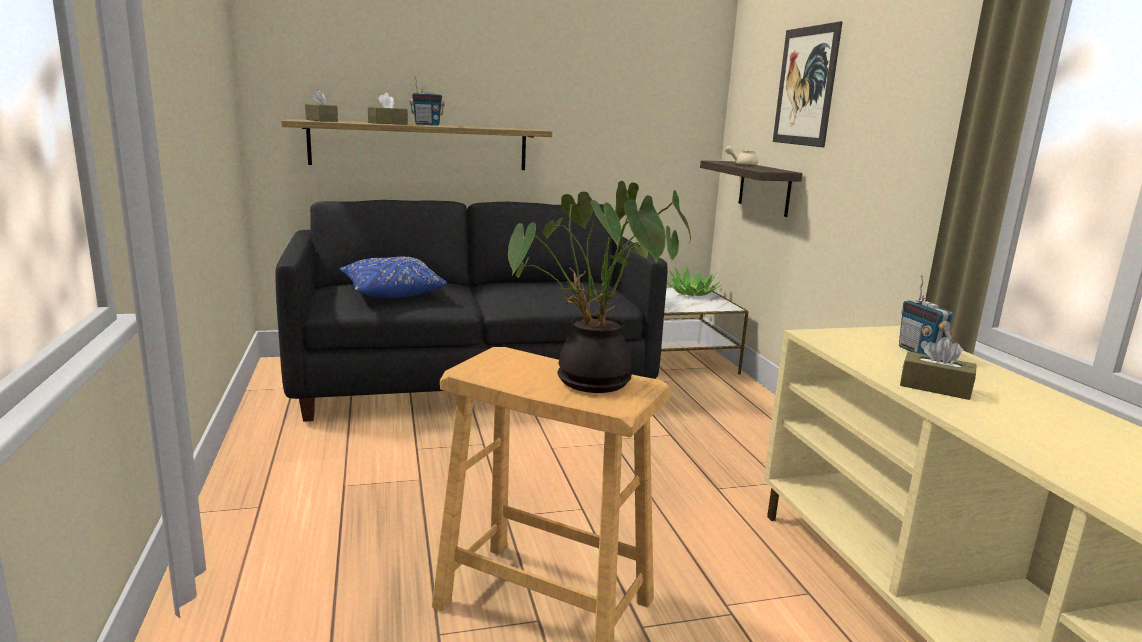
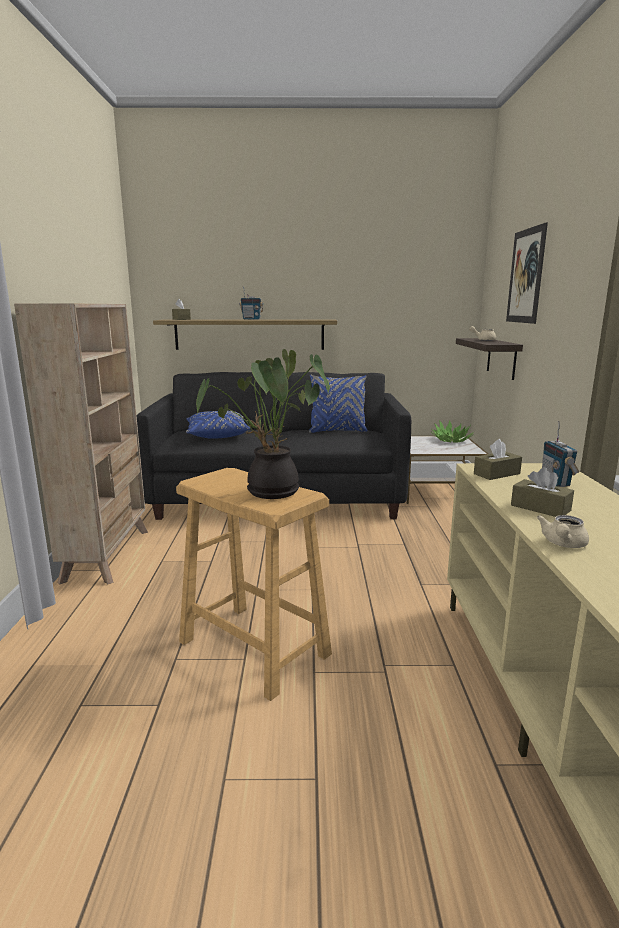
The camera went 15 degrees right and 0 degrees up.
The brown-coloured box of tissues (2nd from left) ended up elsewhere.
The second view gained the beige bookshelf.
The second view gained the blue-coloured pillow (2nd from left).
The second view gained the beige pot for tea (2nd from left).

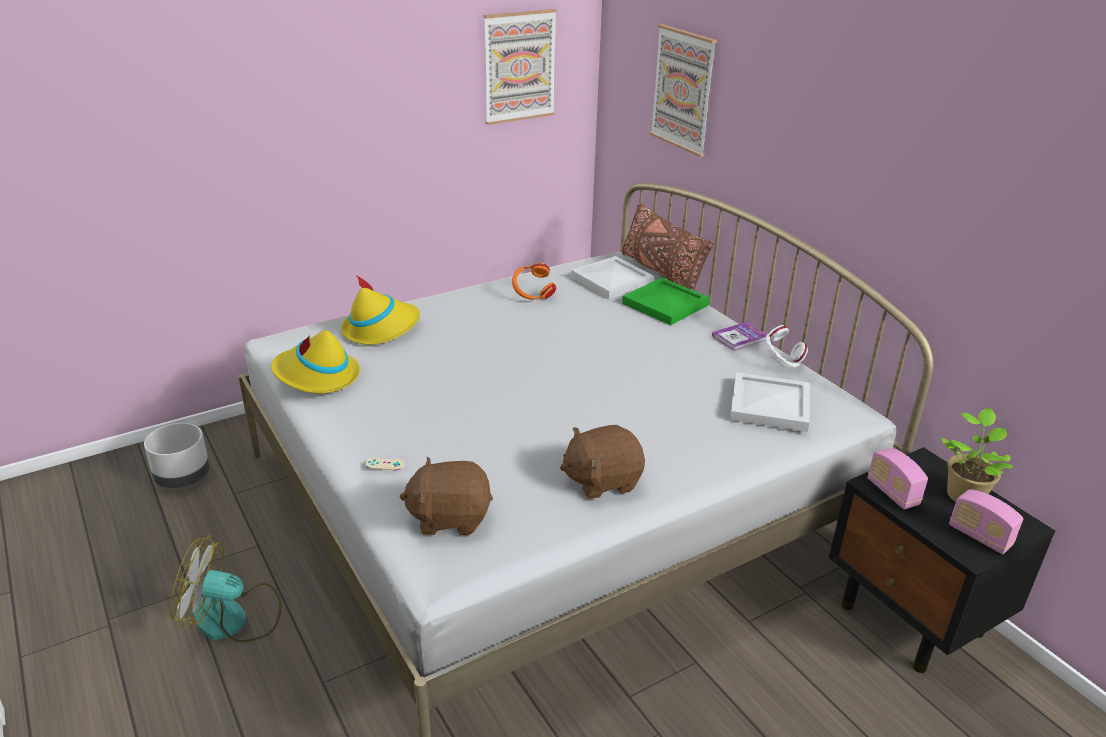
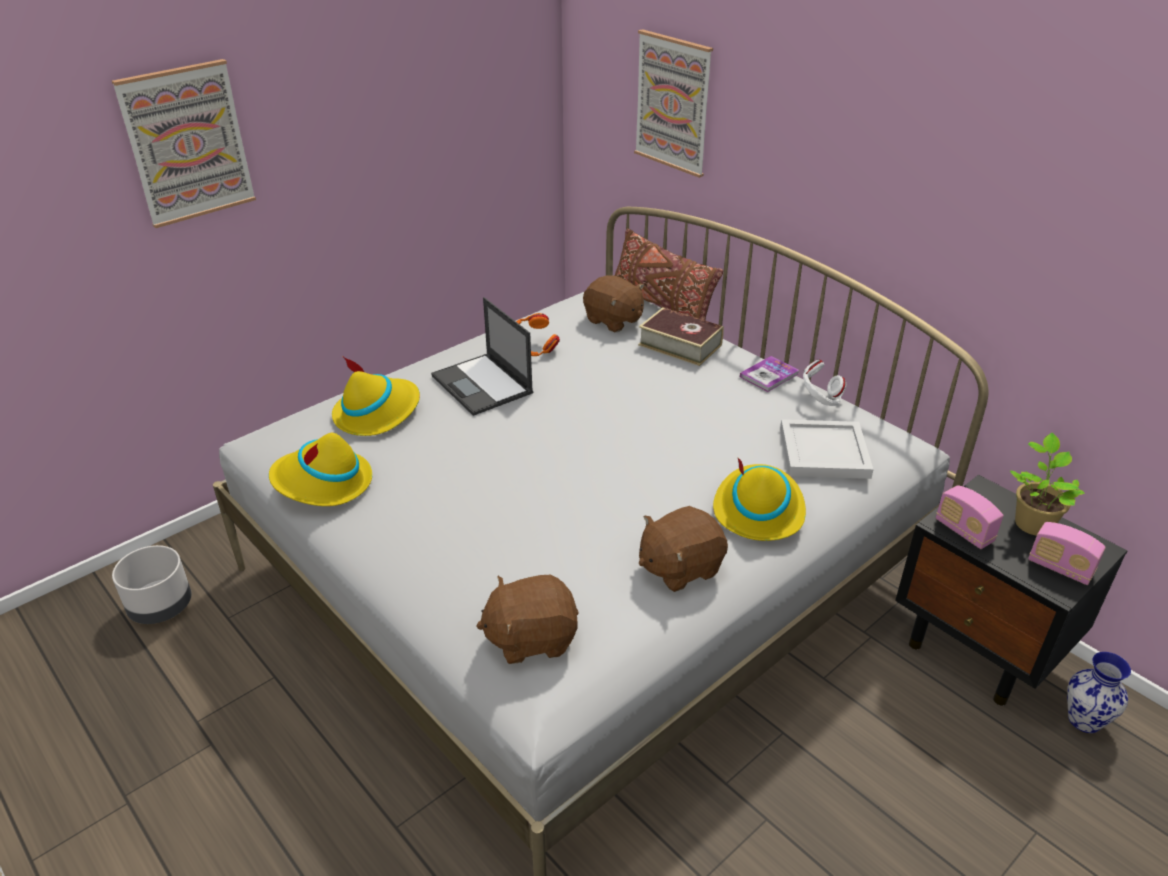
The camera went 10 degrees left and 5 degrees up.
The picture (1st from left) ended up elsewhere.
Where the white-coloured tray (1st from left) stood, the brown-coloured plush toy (2nd from left) came to stand.
Where the green tray stood, the bound book (1st from left) came to stand.
The second view lost the beige joypad.
The second view lost the cooling fan.
The second view gained the notebook computer.
The second view gained the yellow clothing hat (3rd from left).
The second view gained the decorative vase.

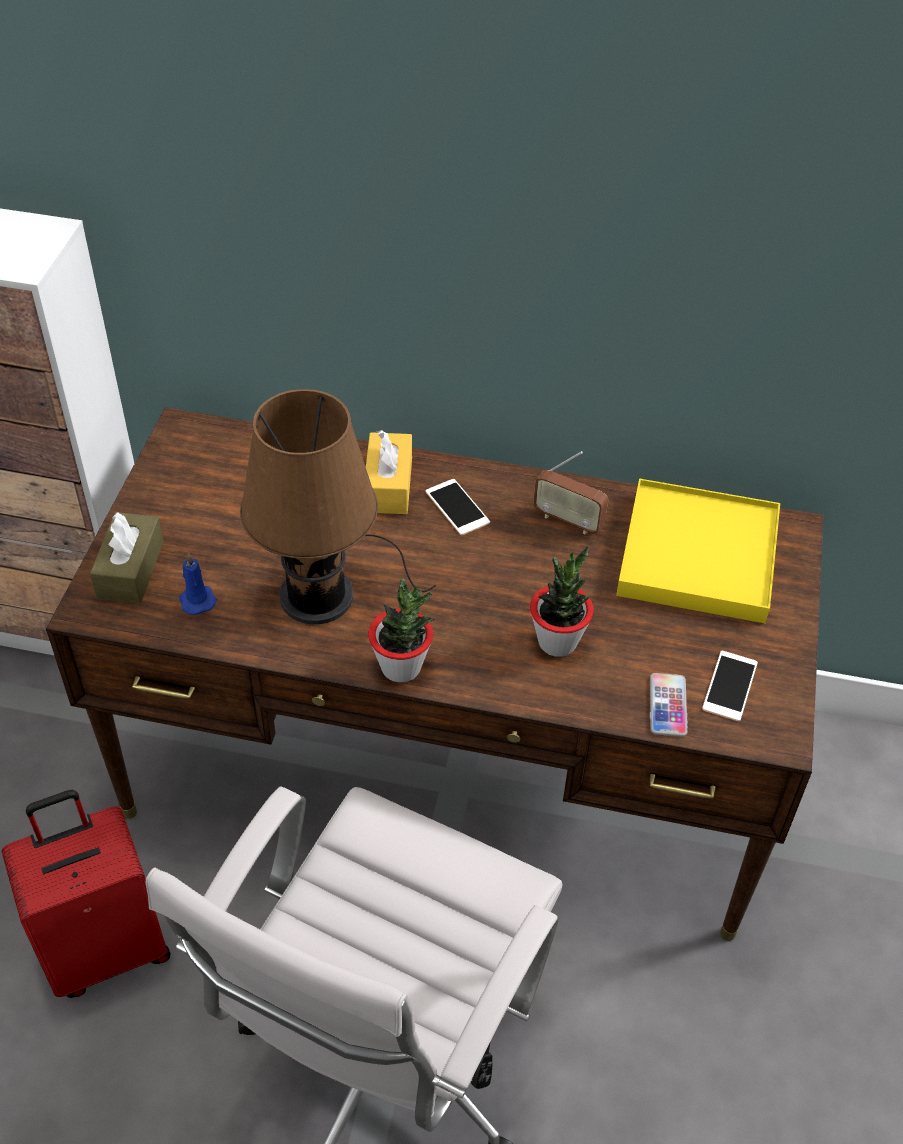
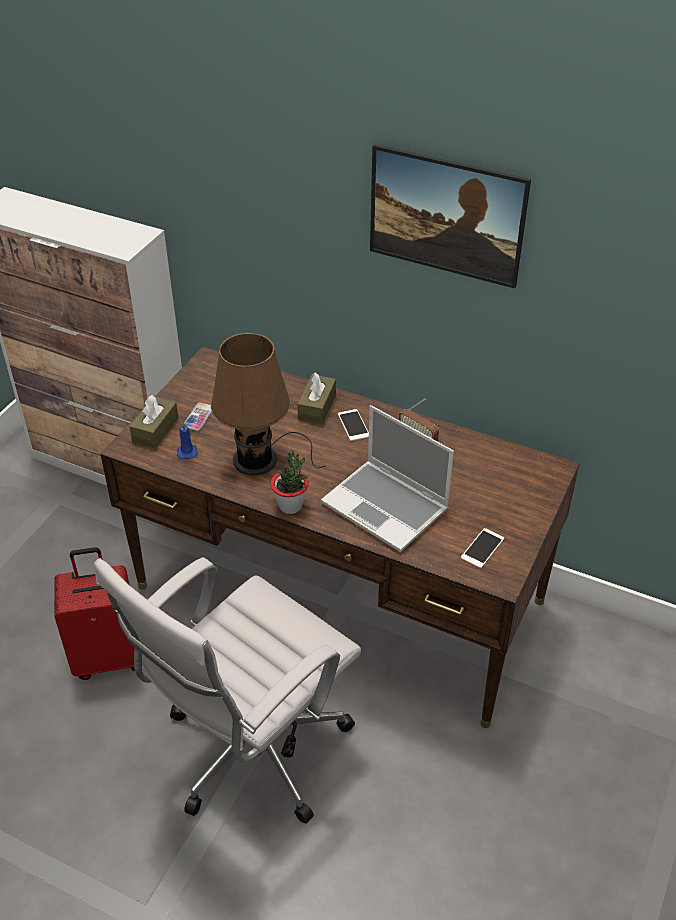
The camera went 15 degrees right and 5 degrees down.
What was the yellow box of tissues turned into the brown-coloured box of tissues (2nd from left).
The second view lost the yellow tray.
Where the houseplant (2nd from left) stood, the notebook computer came to stand.
The handset (2nd from left in the first image) ended up elsewhere.
The second view gained the picture.

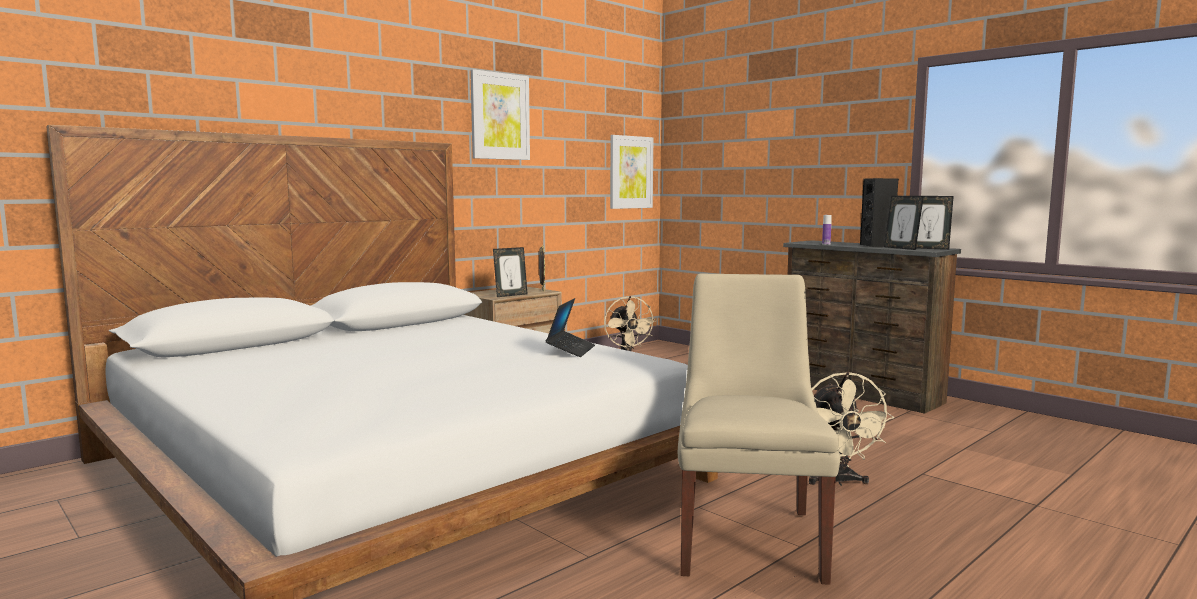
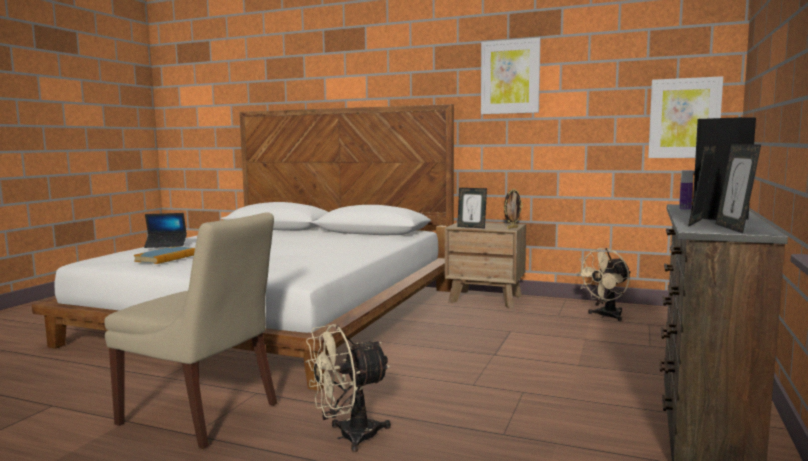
The camera went 65 degrees right and 0 degrees up.
The beige chair ended up facing another way, 45 degrees clockwise from before.
The notebook computer ended up elsewhere.
The second view gained the bound book.

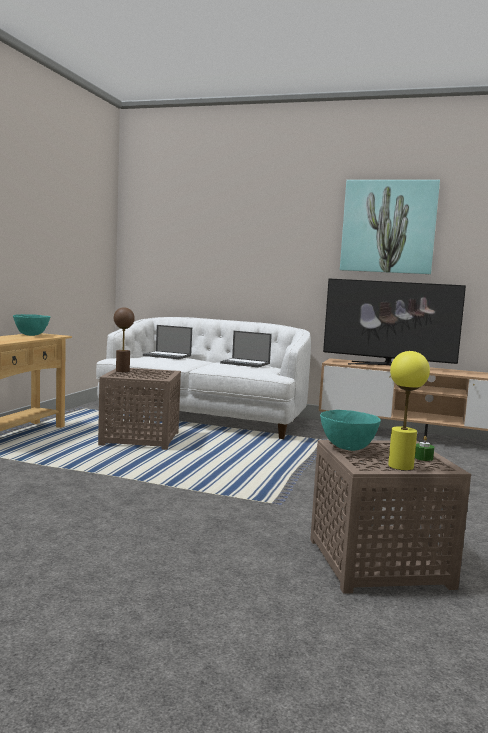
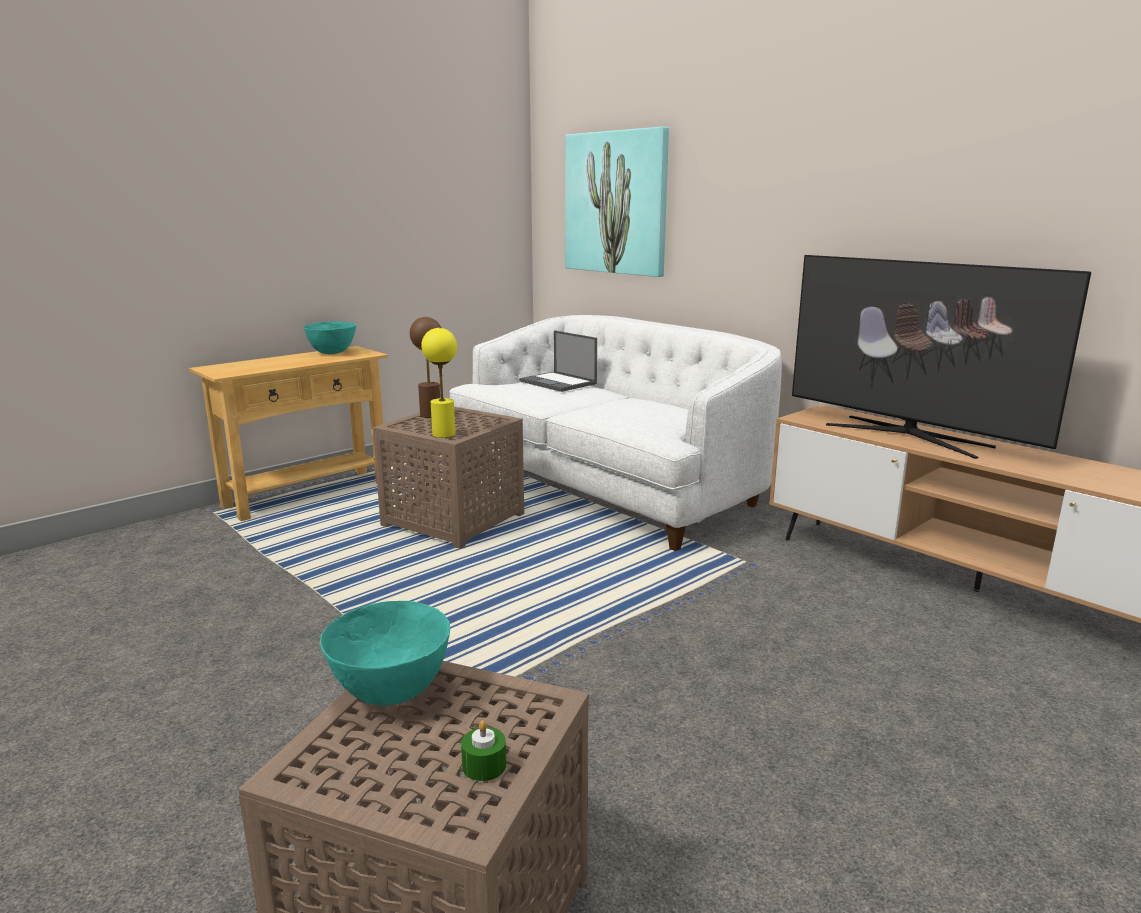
The camera went 30 degrees right and 10 degrees up.
The picture ended up elsewhere.
The second view lost the notebook computer (2nd from left).
The yellow table lamp ended up elsewhere.

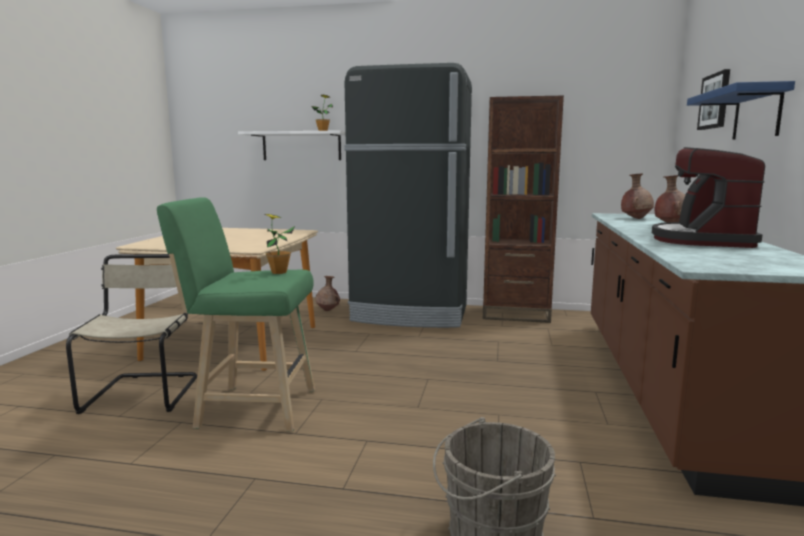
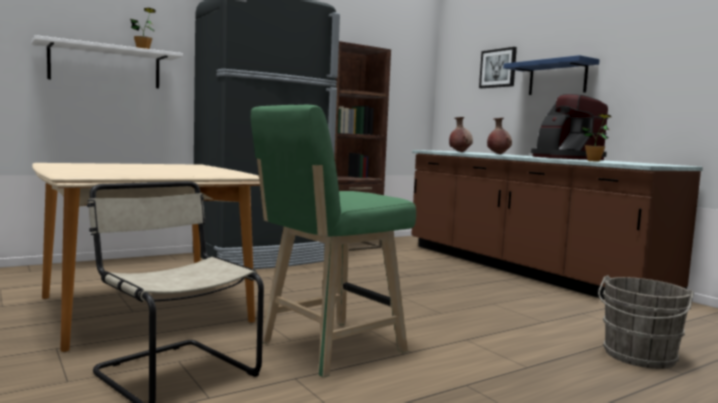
The camera went 45 degrees left and 5 degrees down.
The houseplant (1st from left in the first image) ended up elsewhere.
The second view lost the brown-coloured decorative vase (1st from left).

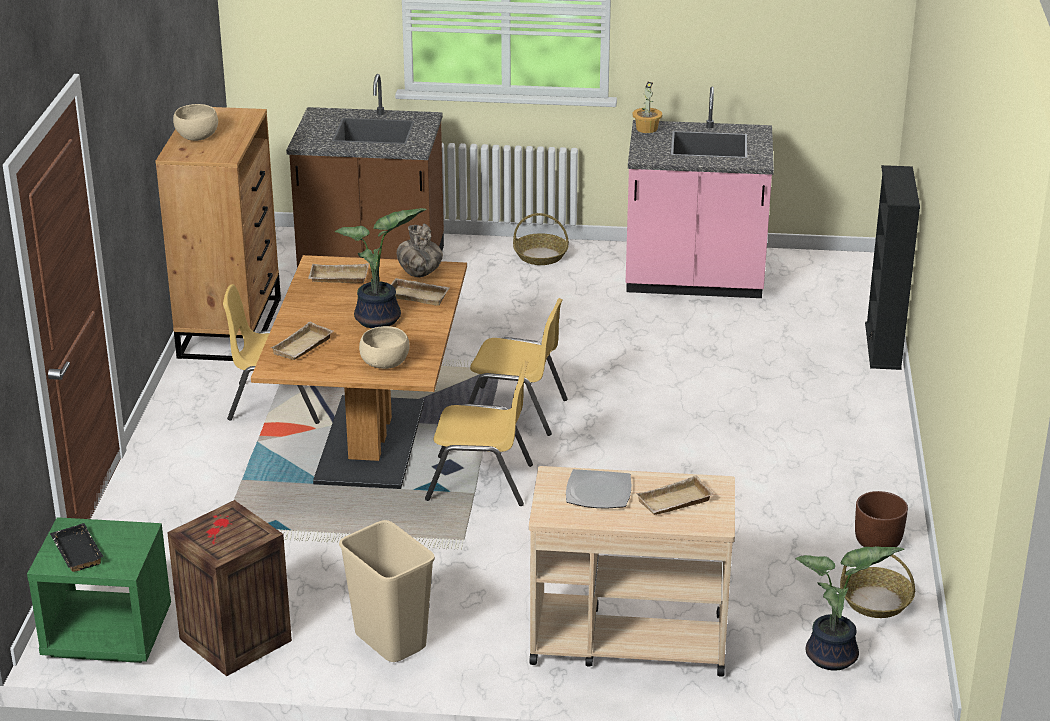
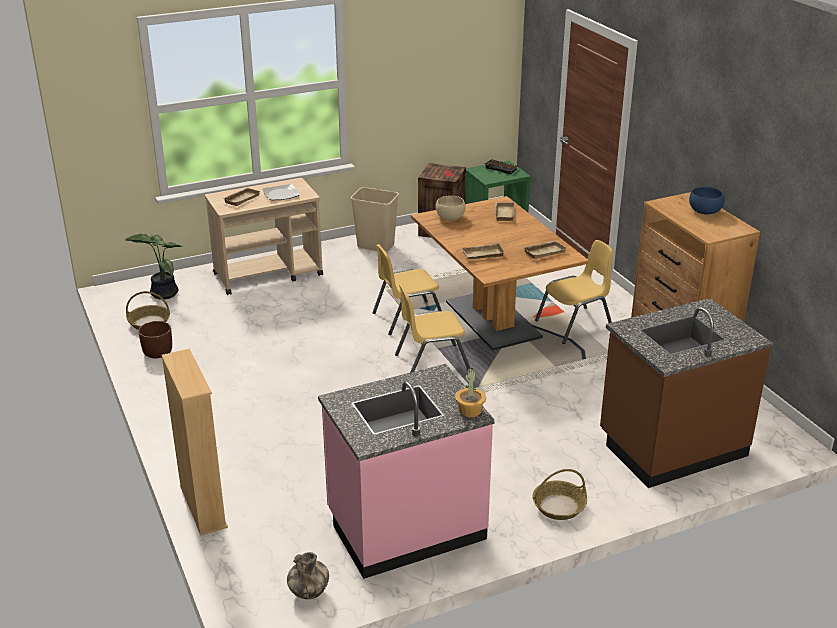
The camera went 150 degrees right and 0 degrees up.
What was the beige deep dish (1st from left) turned into the blue-coloured deep dish.
What was the black bookshelf turned into the beige bookshelf.
The second view lost the houseplant (1st from left).
The decorative vase ended up elsewhere.

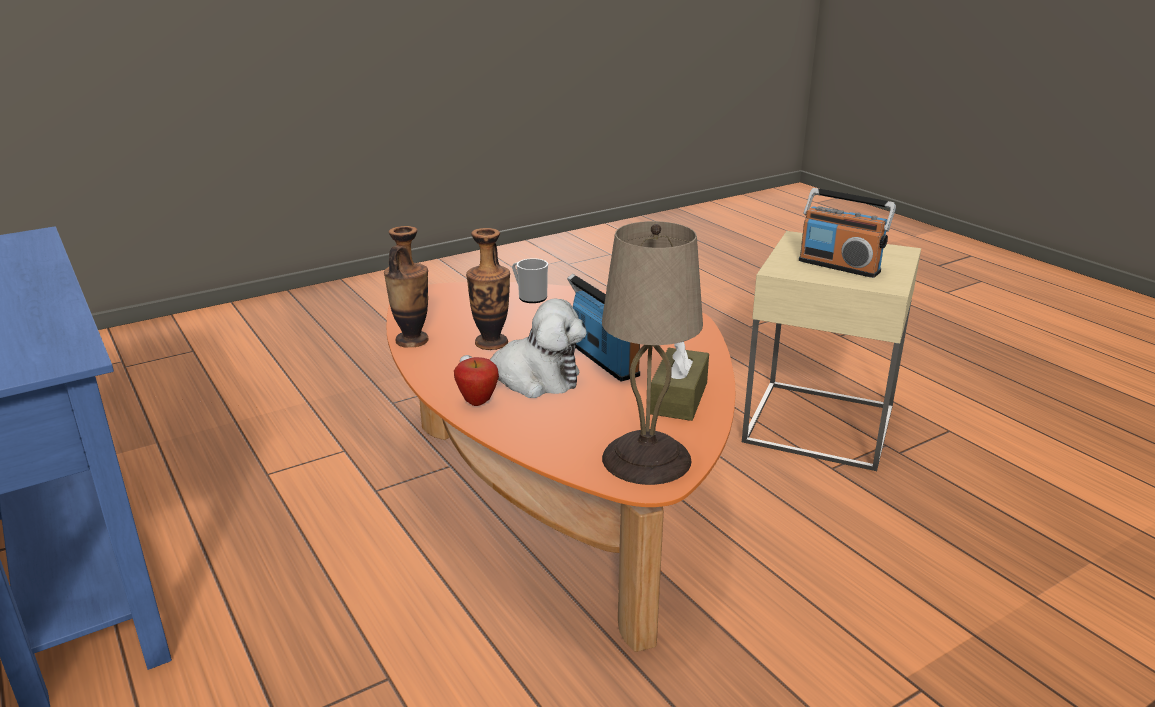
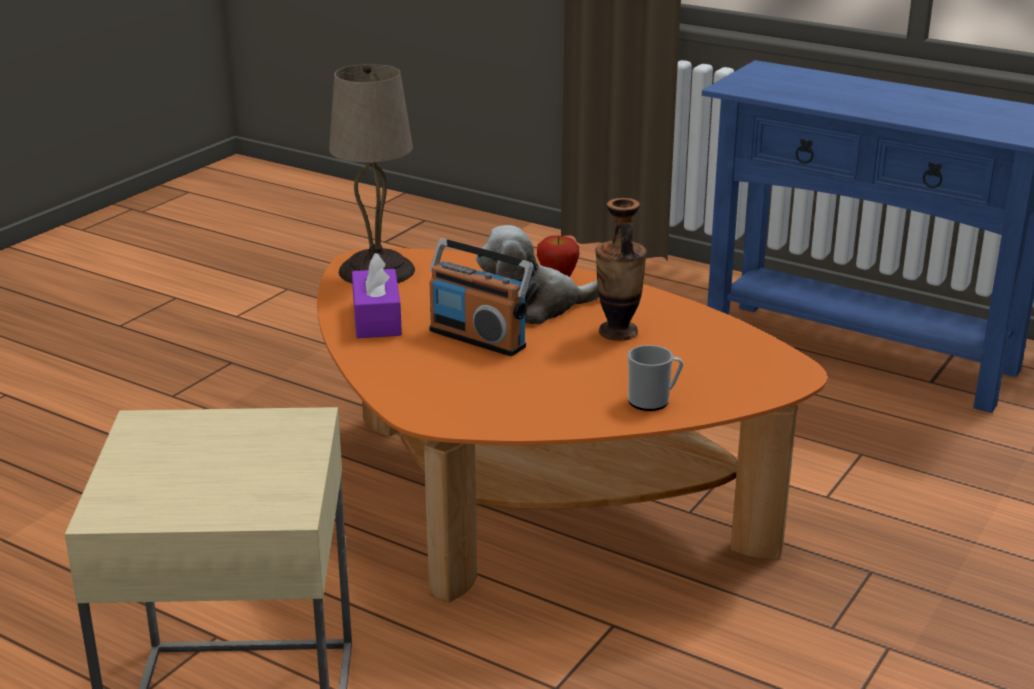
The camera went 155 degrees right and 0 degrees up.
The second view lost the radio set (2nd from left).
The second view lost the decorative vase (1st from left).
What was the brown-coloured box of tissues turned into the purplish box of tissues.

